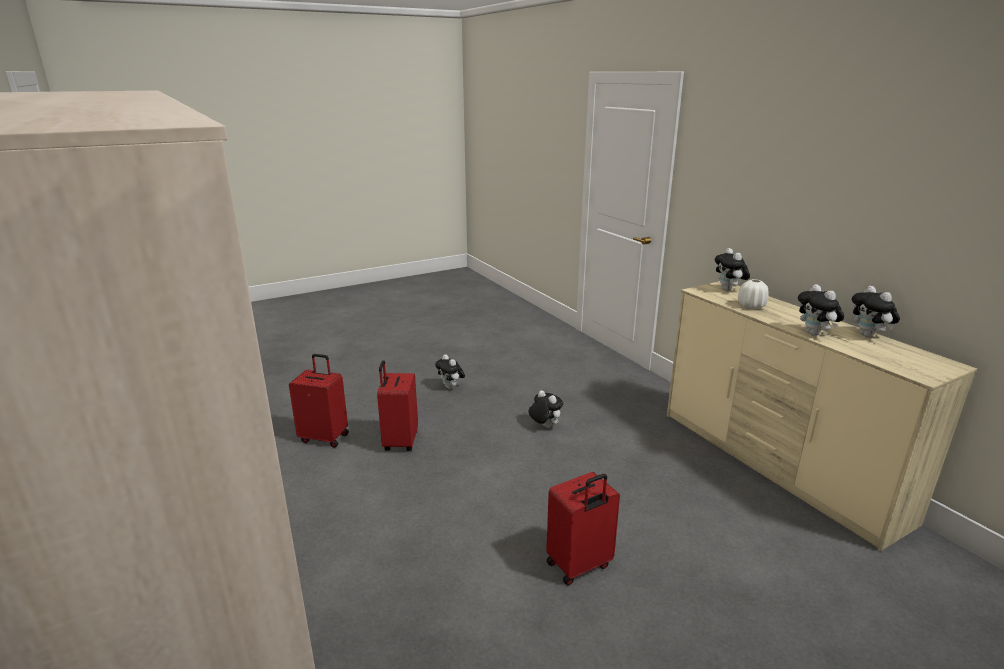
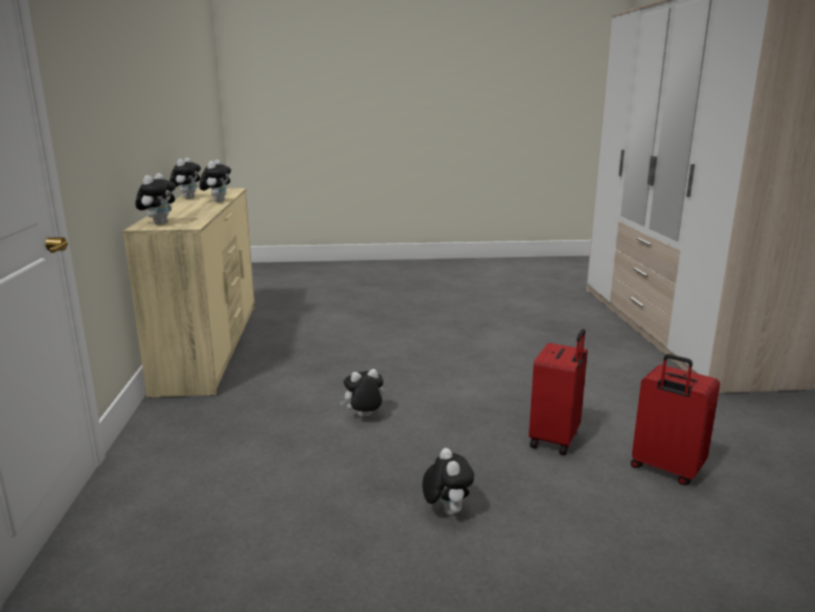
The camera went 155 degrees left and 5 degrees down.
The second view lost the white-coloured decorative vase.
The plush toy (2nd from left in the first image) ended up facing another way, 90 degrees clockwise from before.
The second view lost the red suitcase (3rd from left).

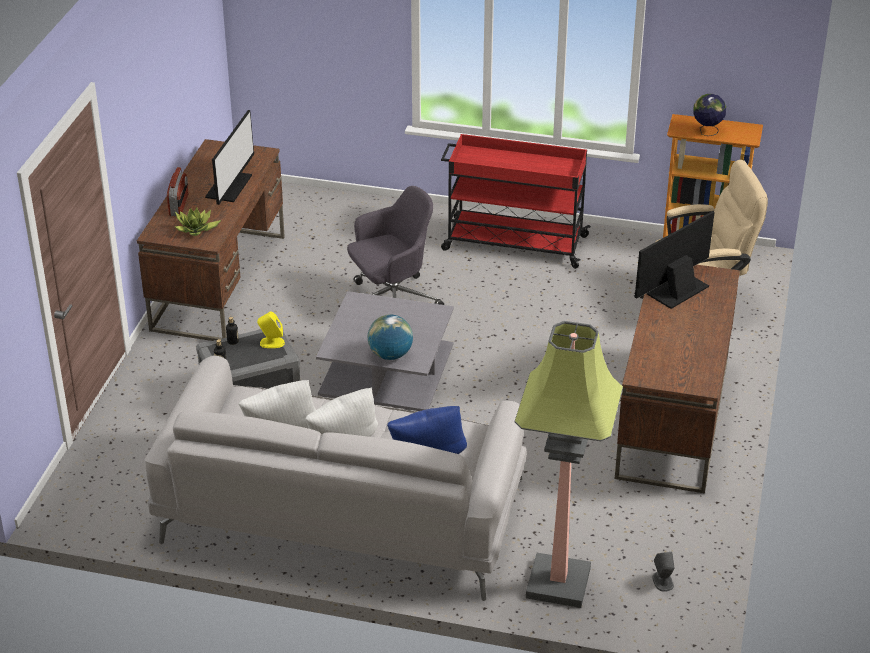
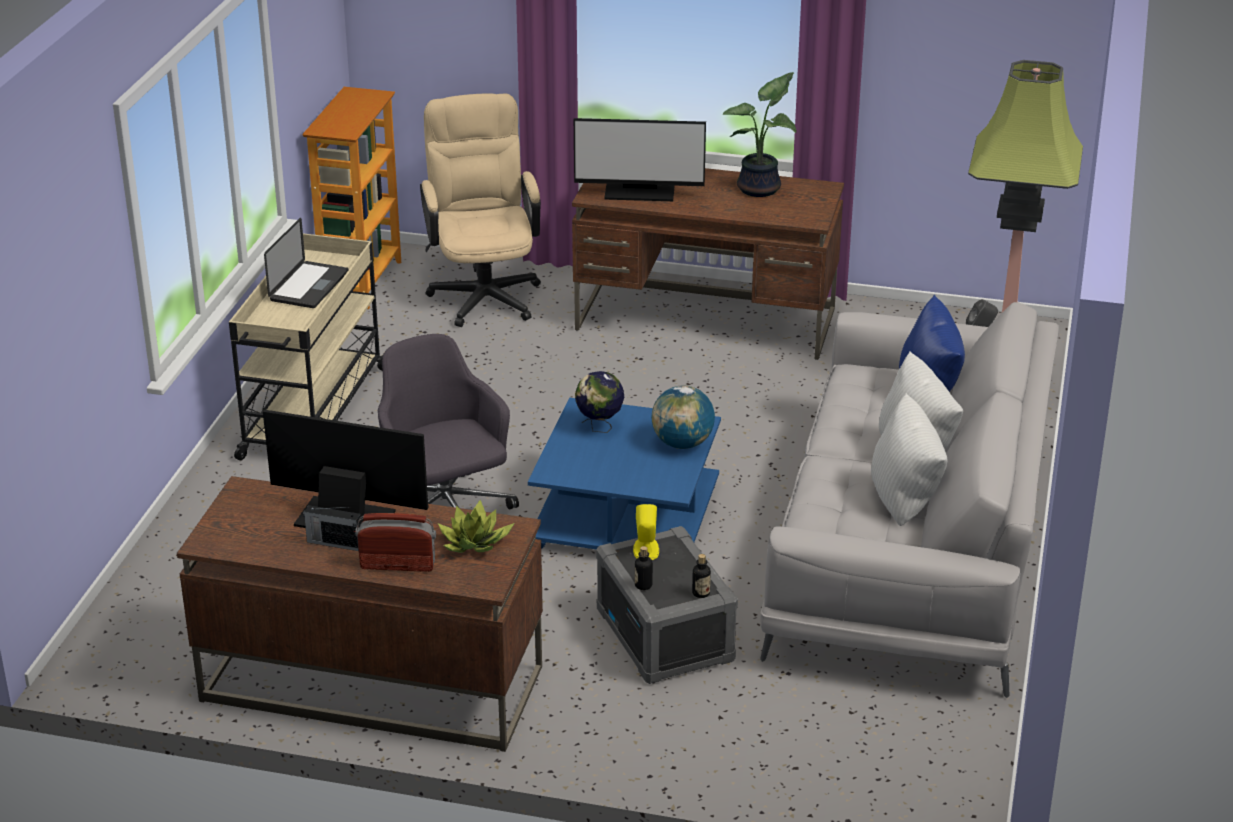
The camera went 90 degrees left and 5 degrees down.
The world globe (2nd from left in the first image) ended up elsewhere.
What was the red trolley turned into the beige trolley.
The computer display (2nd from left) ended up facing another way, 45 degrees counterclockwise from before.
What was the grey low table turned into the blue-coloured low table.
The second view gained the houseplant (2nd from left).
The second view gained the notebook computer.
The second view gained the radio set (1st from left).

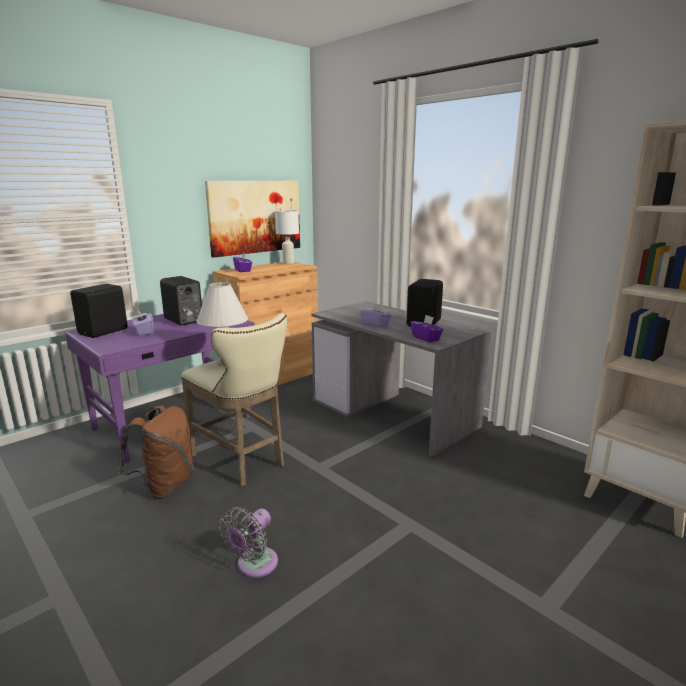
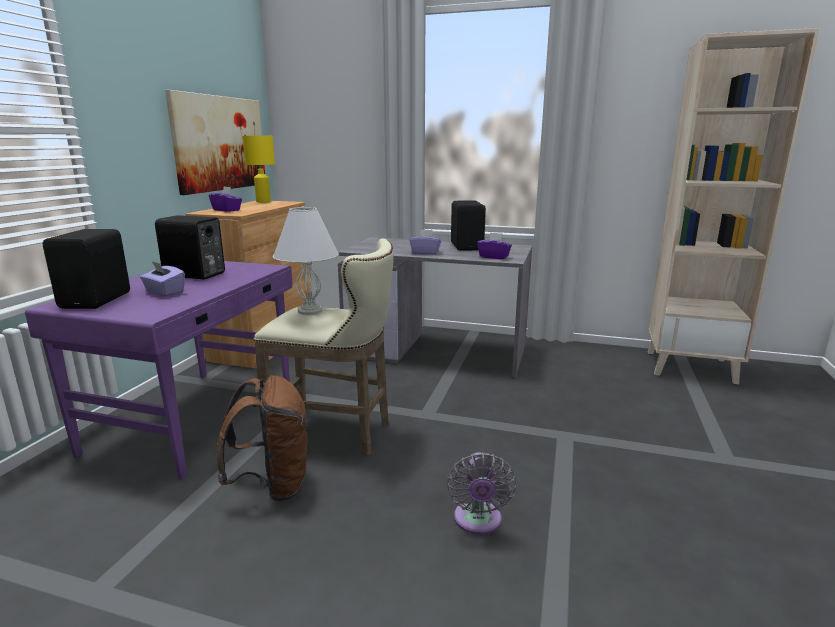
The camera went 30 degrees left and 0 degrees up.
What was the white-coloured table lamp (2nd from left) turned into the yellow table lamp.

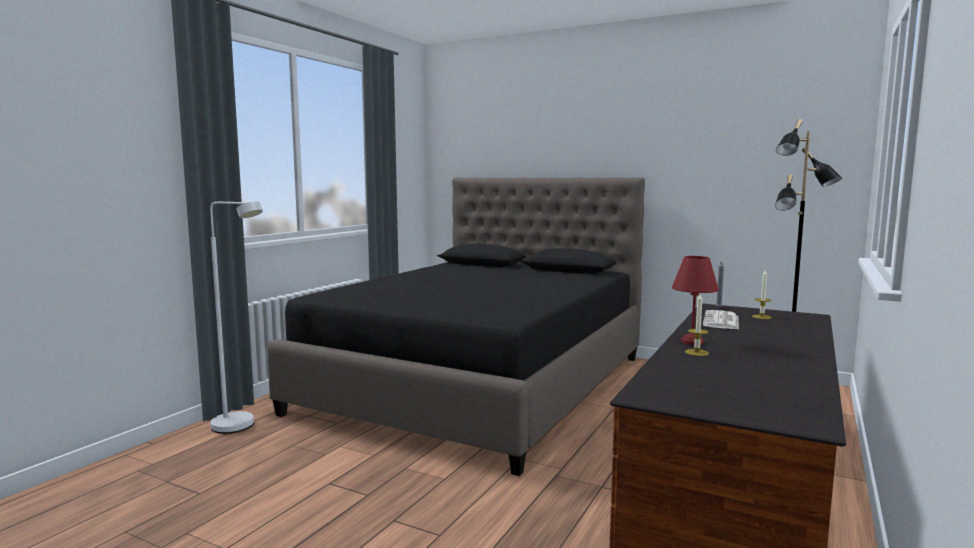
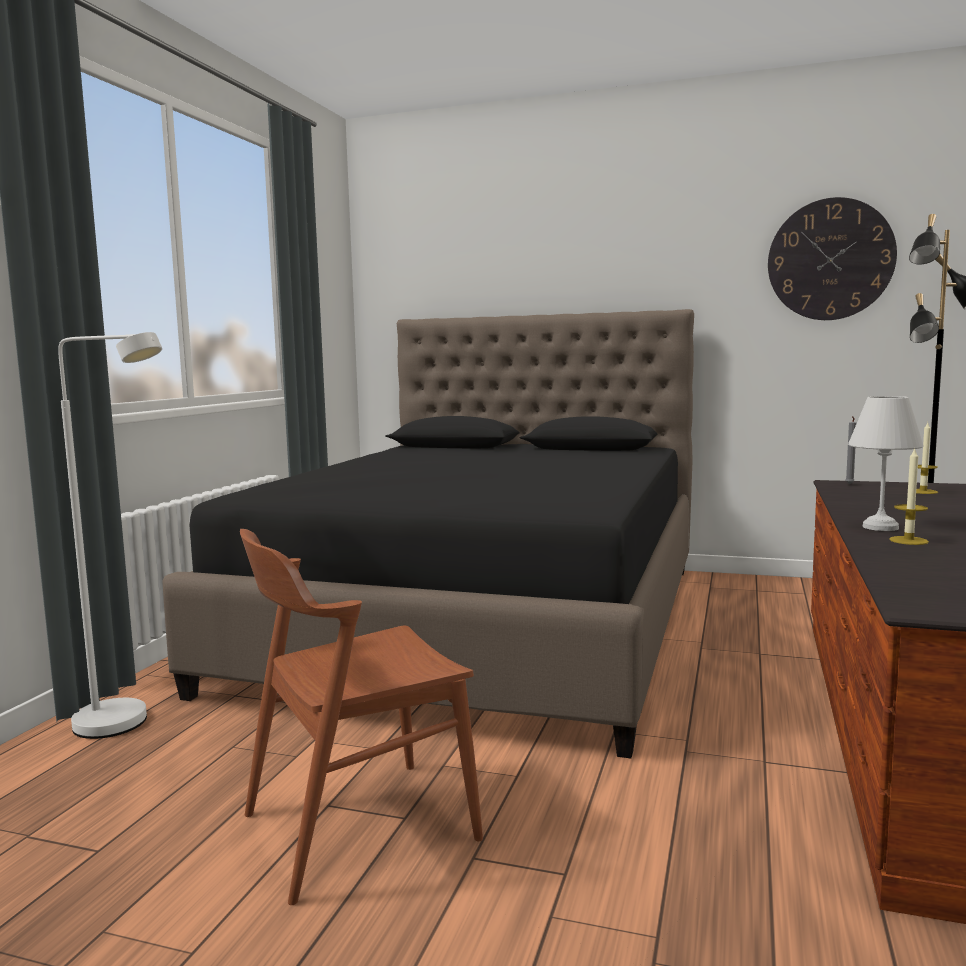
The camera went 10 degrees left and 0 degrees up.
What was the red table lamp turned into the white-coloured table lamp.
The second view lost the newspaper.
The second view gained the hanging clock.
The second view gained the brown-coloured chair.

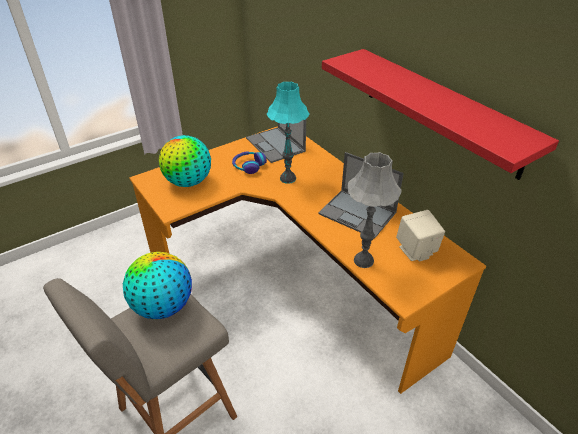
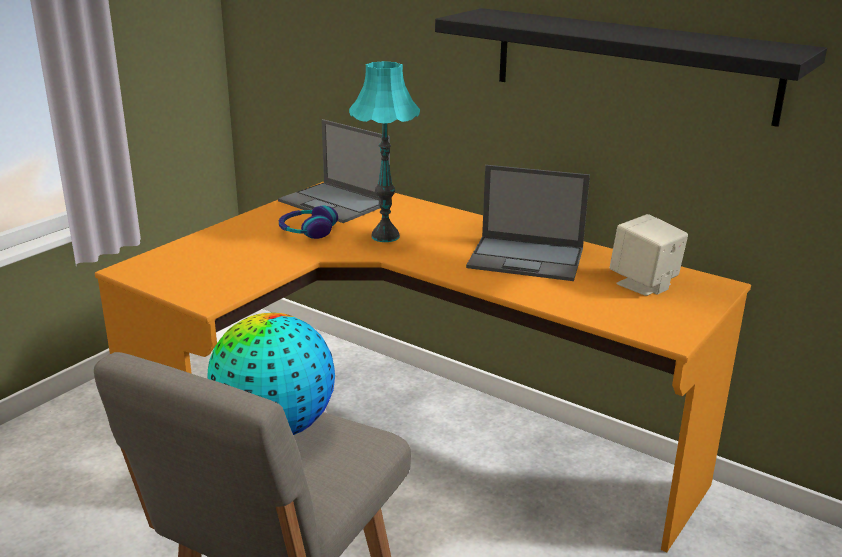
The camera went 20 degrees left and 15 degrees down.
What was the red shelf turned into the black shelf.
The second view lost the world globe (2nd from left).
The second view lost the grey table lamp.

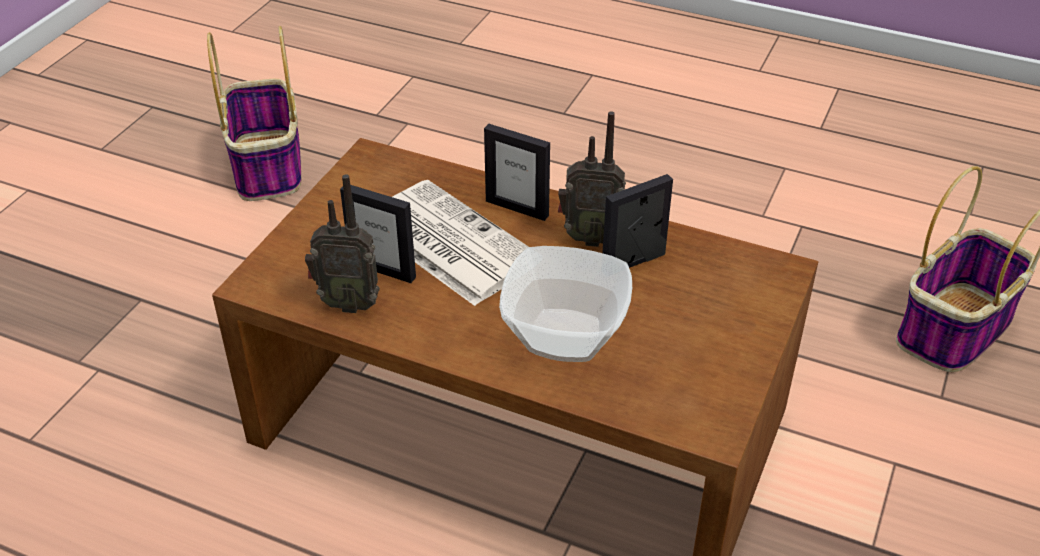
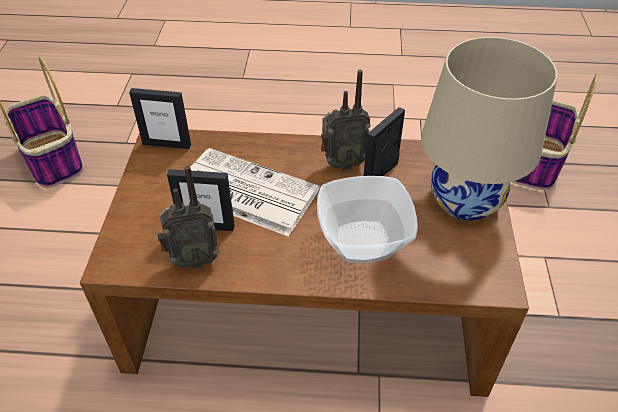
The camera went 20 degrees left and 5 degrees up.
The photo frame (2nd from left in the first image) ended up elsewhere.
The second view gained the beige table lamp.

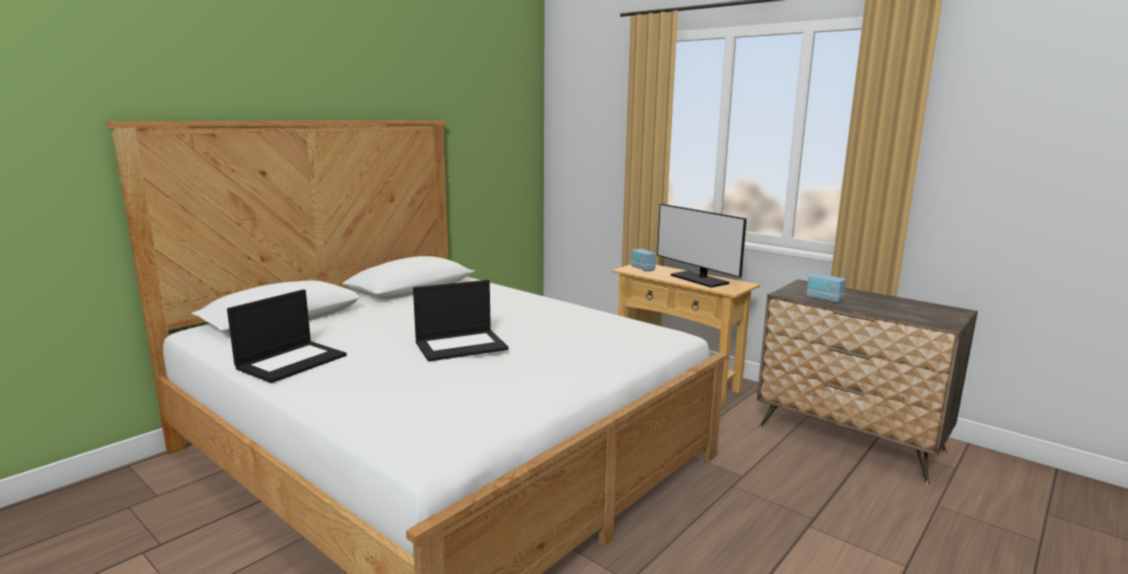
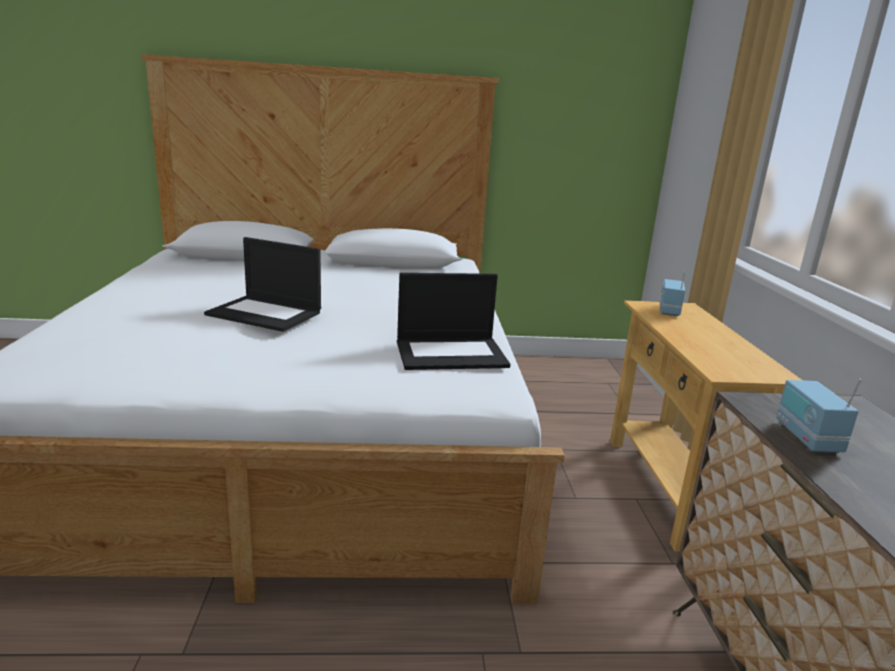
The camera went 45 degrees right and 5 degrees up.
The second view lost the computer display.
The notebook computer (1st from left in the first image) ended up elsewhere.

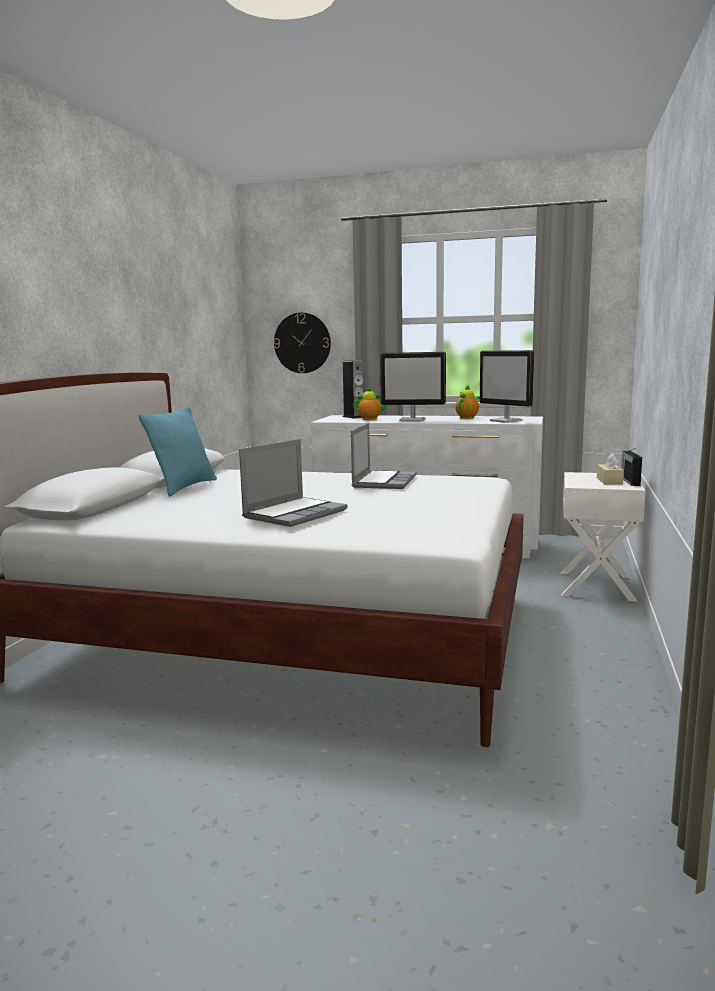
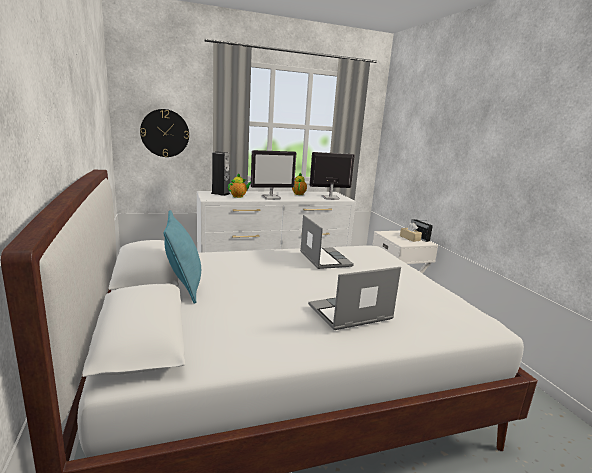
The camera went 35 degrees left and 5 degrees up.
The computer display (2nd from left) ended up facing another way, 150 degrees clockwise from before.
The notebook computer (1st from left in the first image) ended up facing another way, 120 degrees counterclockwise from before.

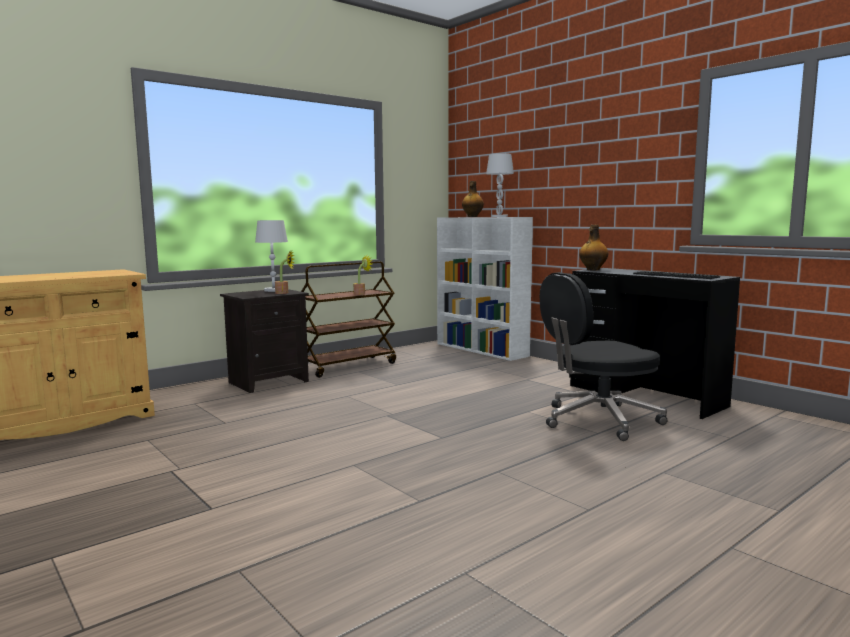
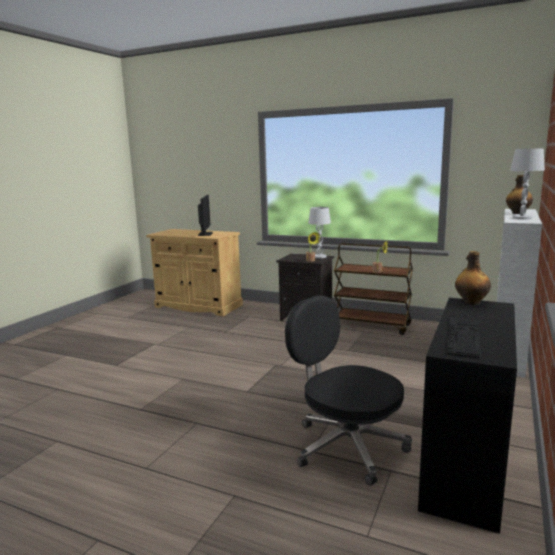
The camera went 65 degrees right and 5 degrees up.
The second view gained the computer display.

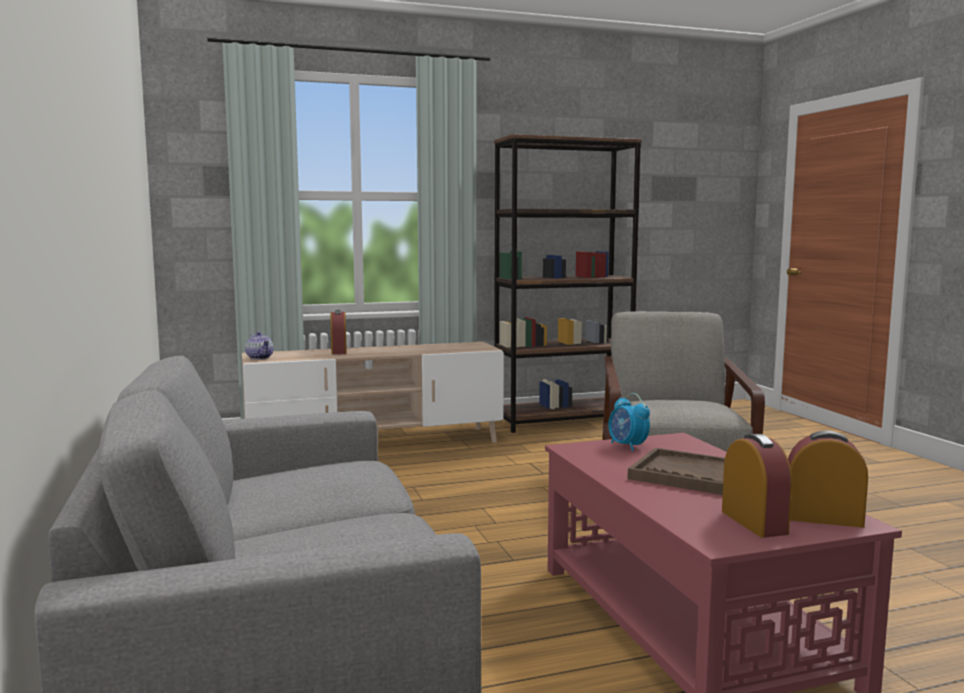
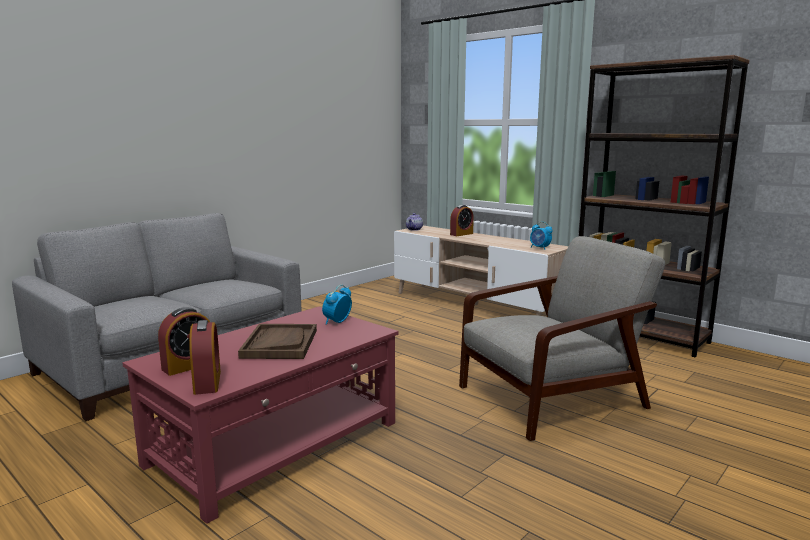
The camera went 60 degrees right and 5 degrees up.
The second view gained the bedside clock (5th from left).

